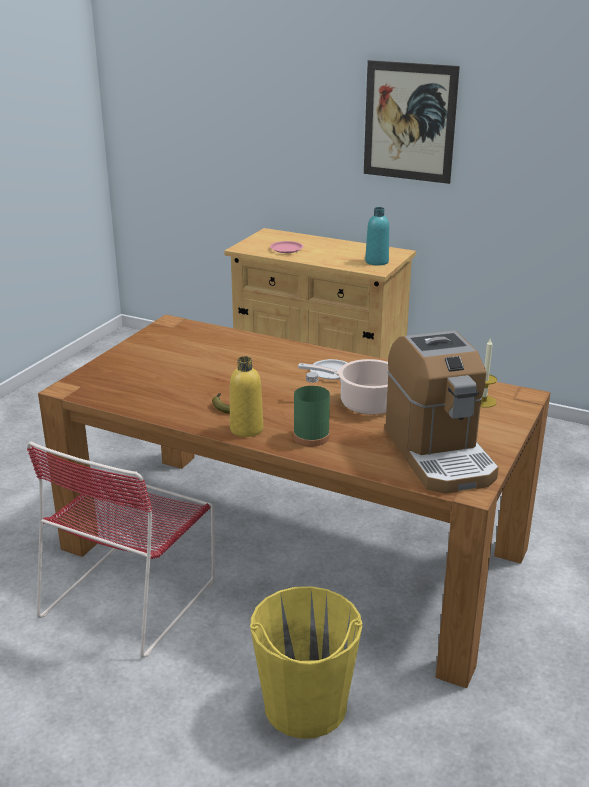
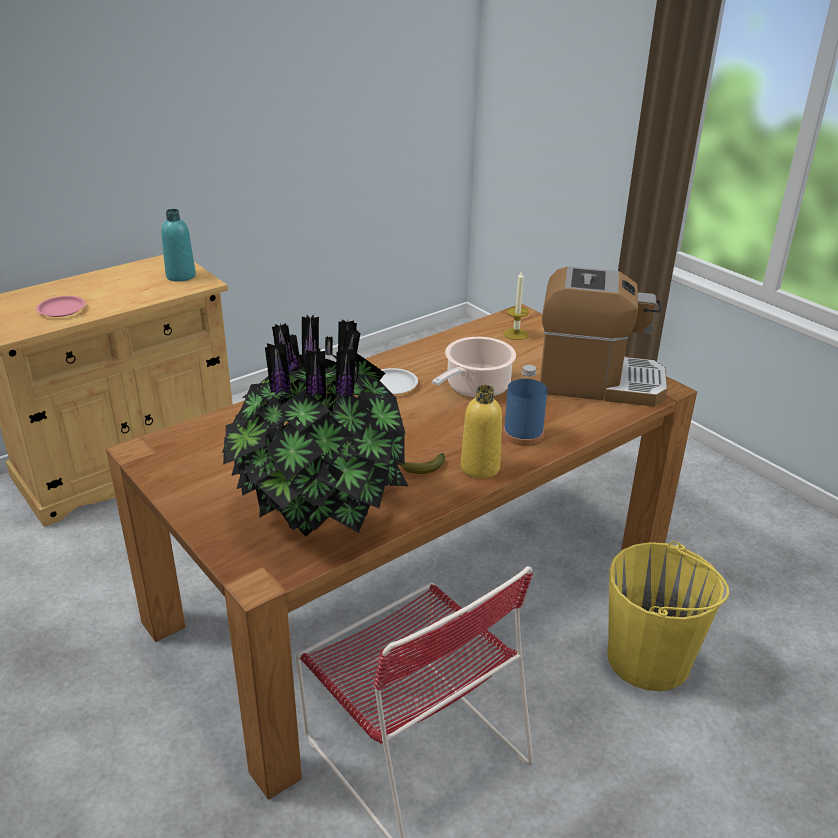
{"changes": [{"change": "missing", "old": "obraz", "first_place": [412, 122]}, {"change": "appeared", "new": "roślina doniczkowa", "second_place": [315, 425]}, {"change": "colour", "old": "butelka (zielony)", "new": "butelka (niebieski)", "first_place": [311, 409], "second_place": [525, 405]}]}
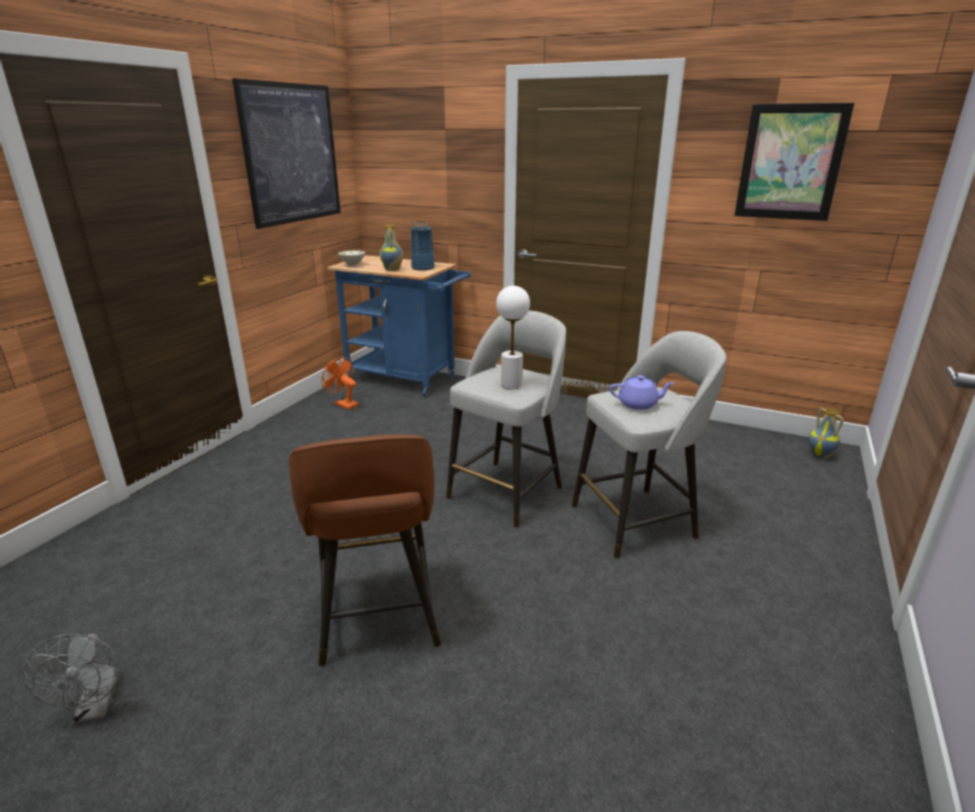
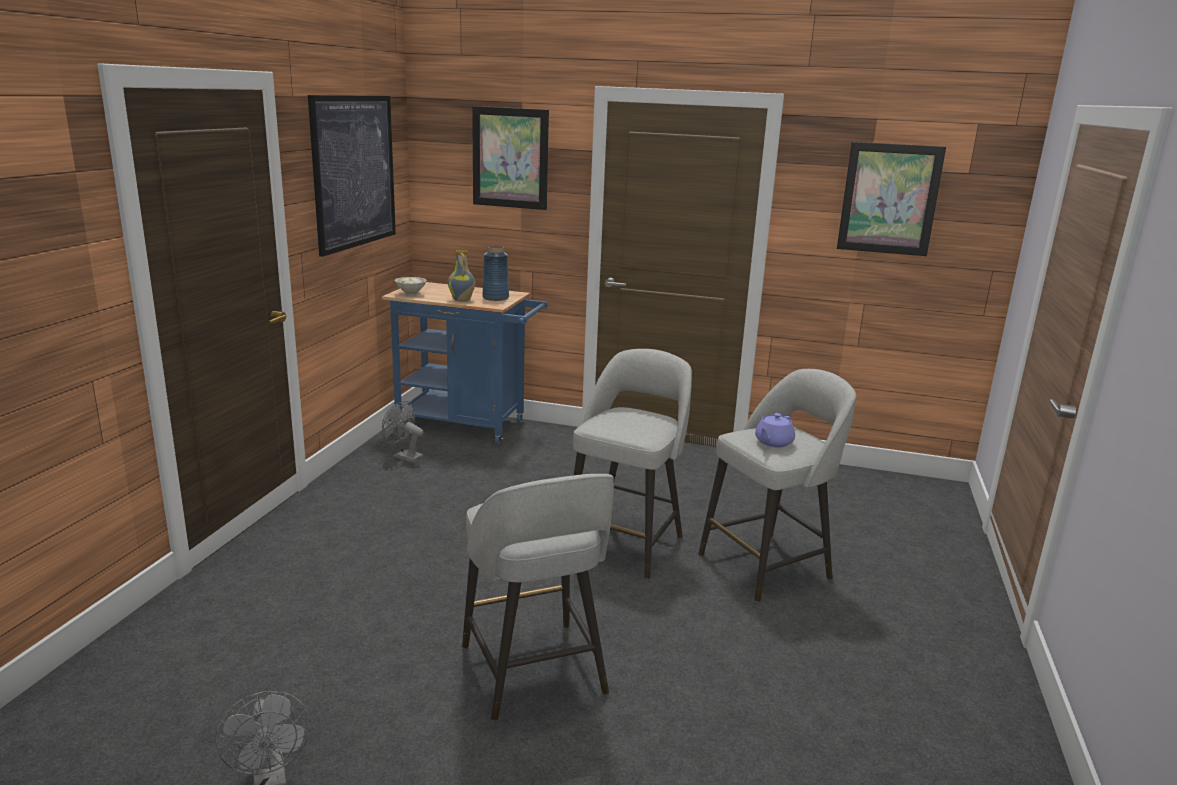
{"changes": [{"change": "missing", "old": "lampa stołowa (biały)", "first_place": [513, 337]}, {"change": "missing", "old": "wazon", "first_place": [826, 433]}, {"change": "appeared", "new": "obraz", "second_place": [510, 158]}, {"change": "colour", "old": "stołek (brązowy)", "new": "stołek (szary)", "first_place": [365, 550], "second_place": [538, 597]}, {"change": "colour", "old": "wentylator (pomarańczowy)", "new": "wentylator (szary)", "first_place": [340, 383], "second_place": [403, 432]}, {"change": "spun", "old": "imbryk (fioletowy)", "first_place": [642, 392], "second_place": [775, 430], "degrees": 135}]}
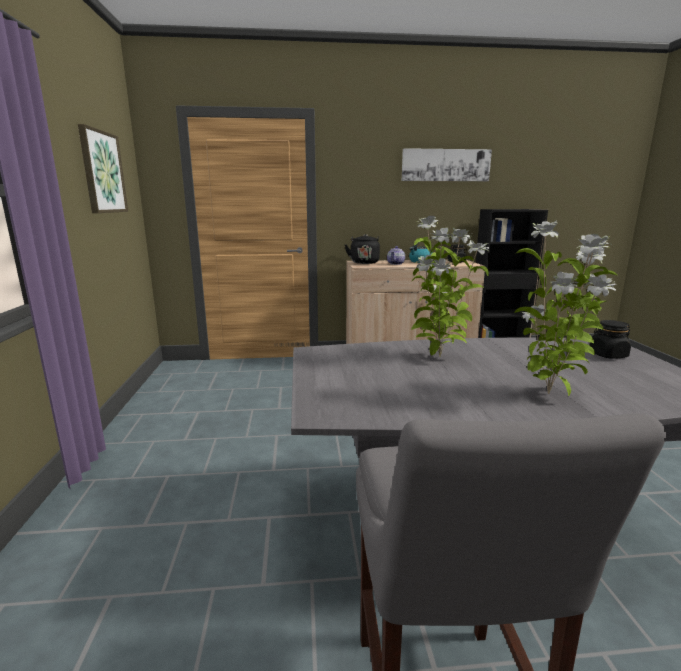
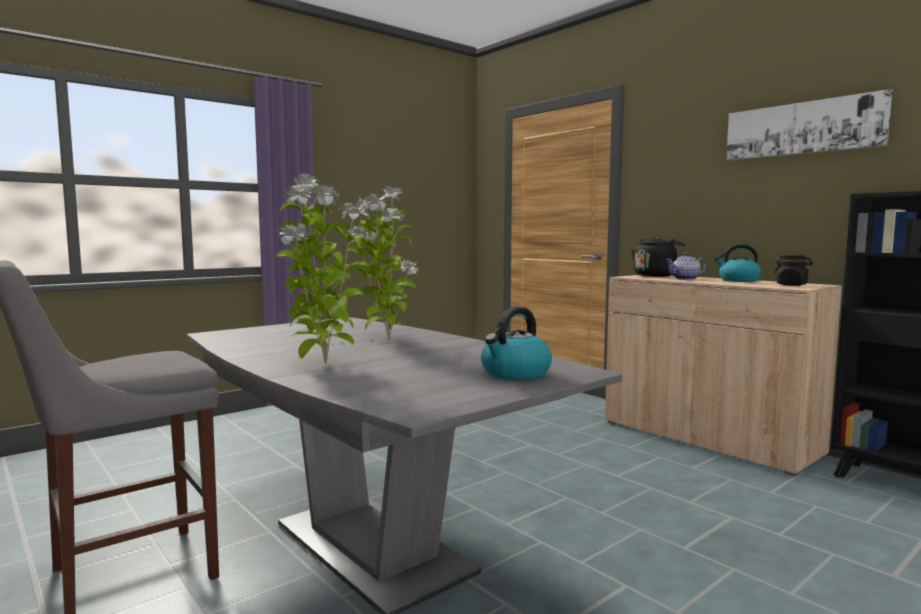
{"changes": [{"change": "missing", "old": "obraz", "first_place": [103, 168]}, {"change": "exchanged", "old": "słoik (czarny)", "new": "czajnik", "first_place": [610, 339], "second_place": [516, 343]}]}
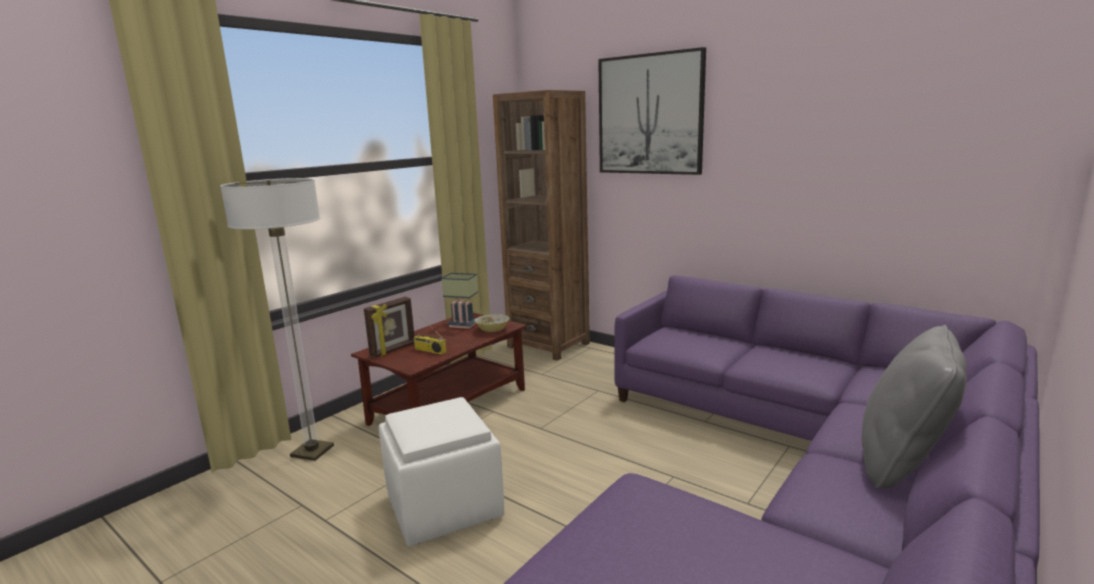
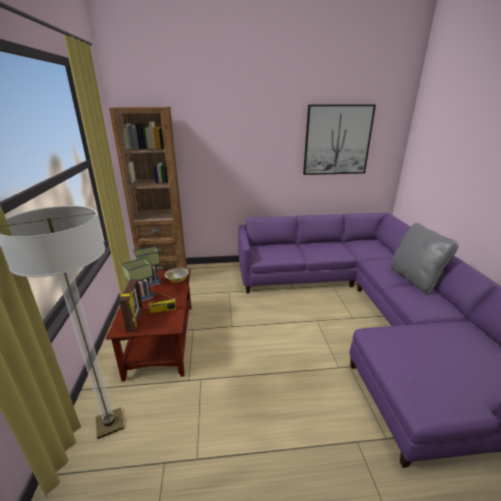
{"changes": [{"change": "missing", "old": "pufa (biały)", "first_place": [441, 471]}, {"change": "appeared", "new": "lampa stołowa", "second_place": [138, 280]}, {"change": "relocated", "old": "obraz", "first_place": [652, 111], "second_place": [339, 139]}]}
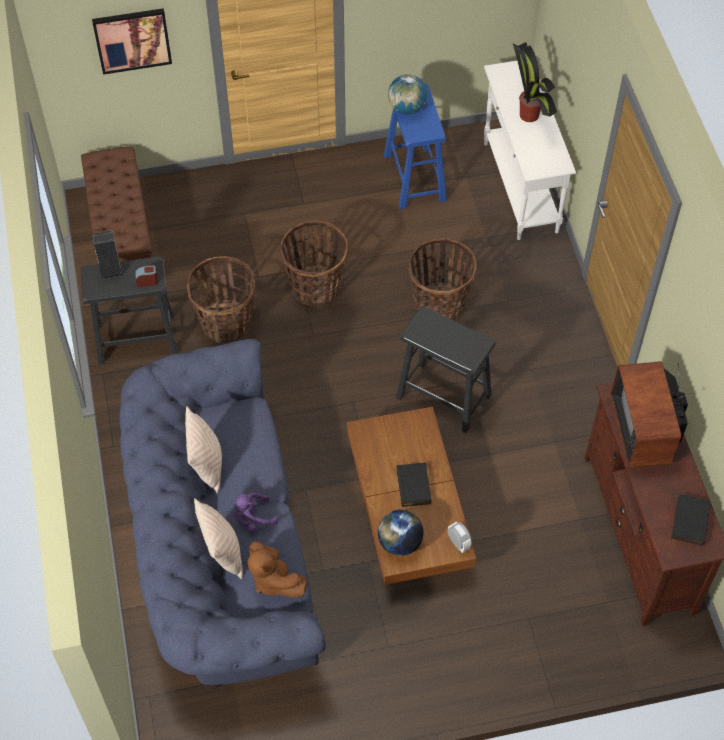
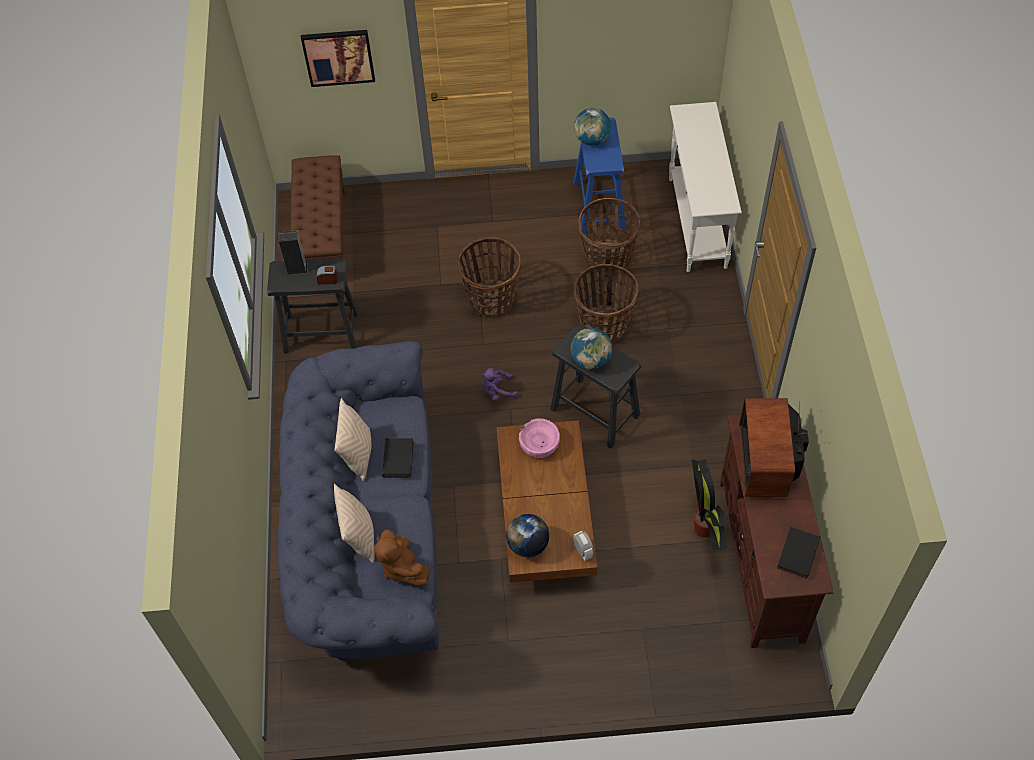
{"changes": [{"change": "appeared", "new": "miska (różowy)", "second_place": [539, 438]}, {"change": "appeared", "new": "globus", "second_place": [591, 349]}, {"change": "relocated", "old": "koszyk", "first_place": [221, 299], "second_place": [609, 237]}, {"change": "relocated", "old": "pluszak (fioletowy)", "first_place": [255, 513], "second_place": [499, 385]}, {"change": "relocated", "old": "książka (czarny)", "first_place": [414, 484], "second_place": [398, 458]}, {"change": "relocated", "old": "roślina doniczkowa", "first_place": [535, 82], "second_place": [710, 505]}]}
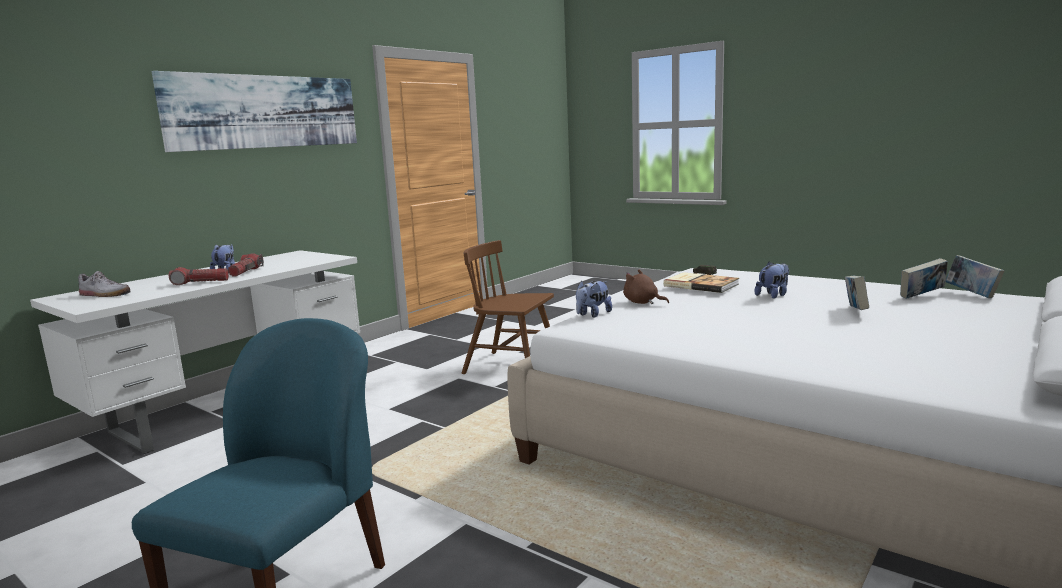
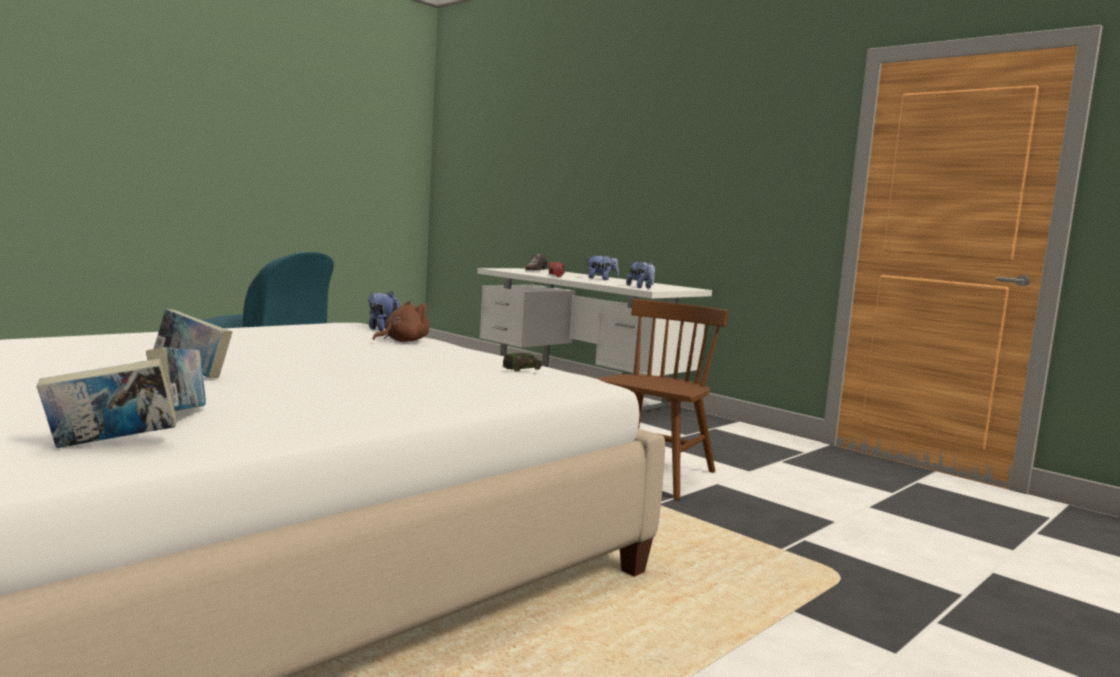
{"changes": [{"change": "missing", "old": "obraz", "first_place": [254, 111]}, {"change": "missing", "old": "latarka", "first_place": [246, 265]}, {"change": "missing", "old": "książka", "first_place": [701, 282]}, {"change": "relocated", "old": "pluszak", "first_place": [772, 280], "second_place": [640, 274]}]}
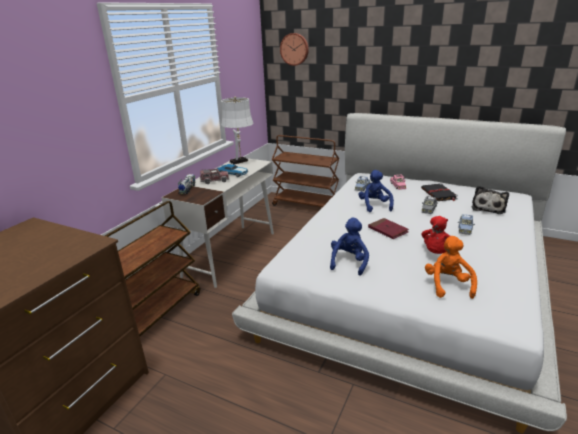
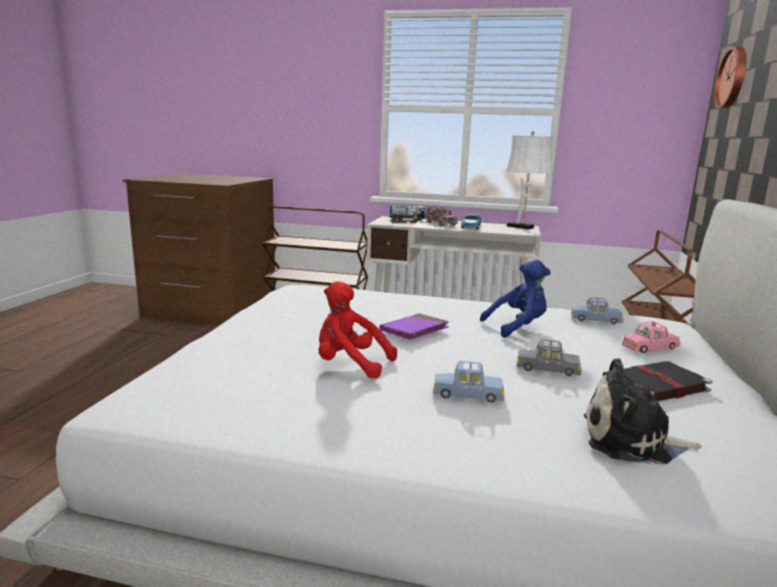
{"changes": [{"change": "missing", "old": "pluszak (niebieski)", "first_place": [349, 246]}, {"change": "missing", "old": "pluszak (pomarańczowy)", "first_place": [451, 267]}, {"change": "colour", "old": "książka (czerwony)", "new": "książka (fioletowy)", "first_place": [388, 228], "second_place": [414, 326]}]}
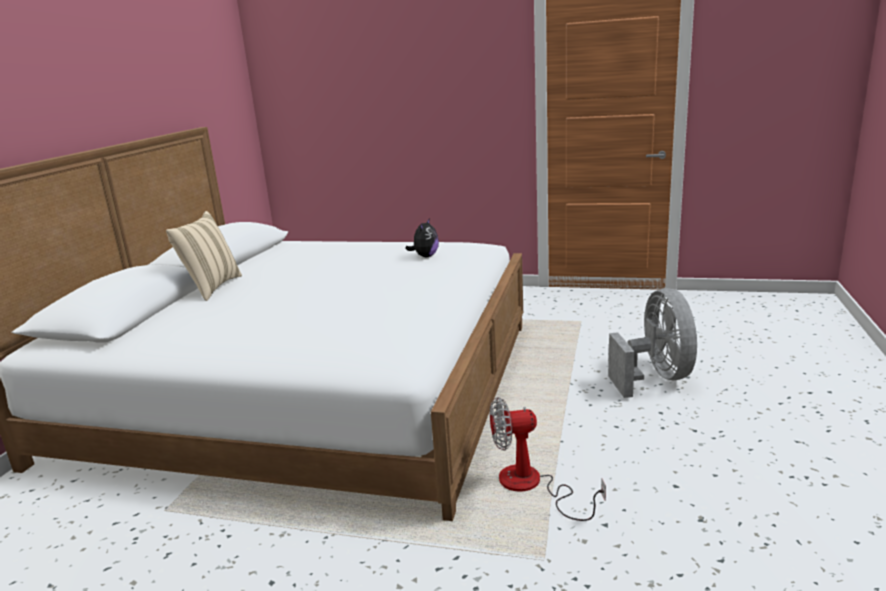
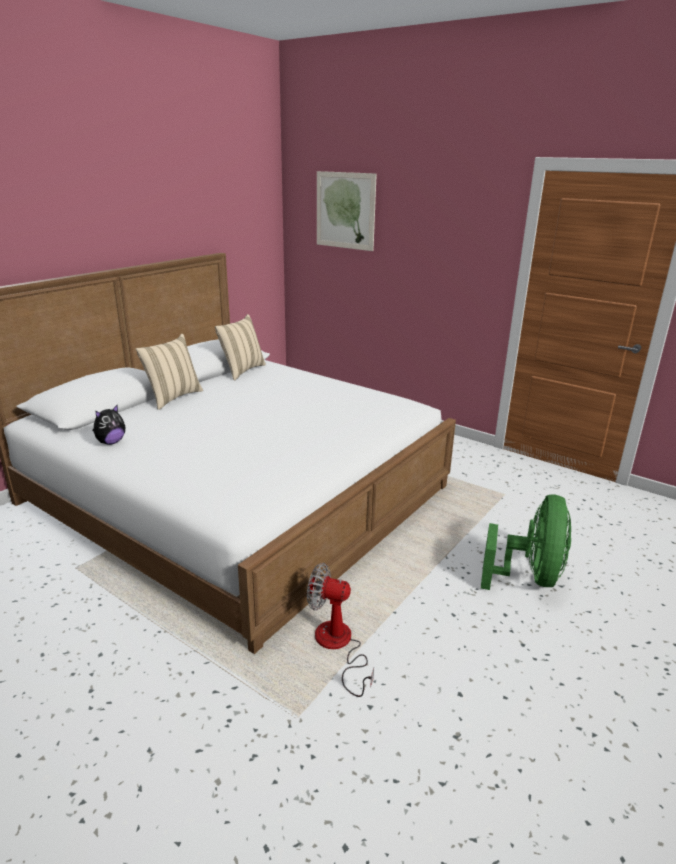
{"changes": [{"change": "appeared", "new": "poduszka (beżowy)", "second_place": [240, 347]}, {"change": "appeared", "new": "obraz", "second_place": [347, 211]}, {"change": "relocated", "old": "pluszak", "first_place": [422, 237], "second_place": [109, 425]}, {"change": "colour", "old": "wentylator (szary)", "new": "wentylator (zielony)", "first_place": [652, 343], "second_place": [526, 542]}]}
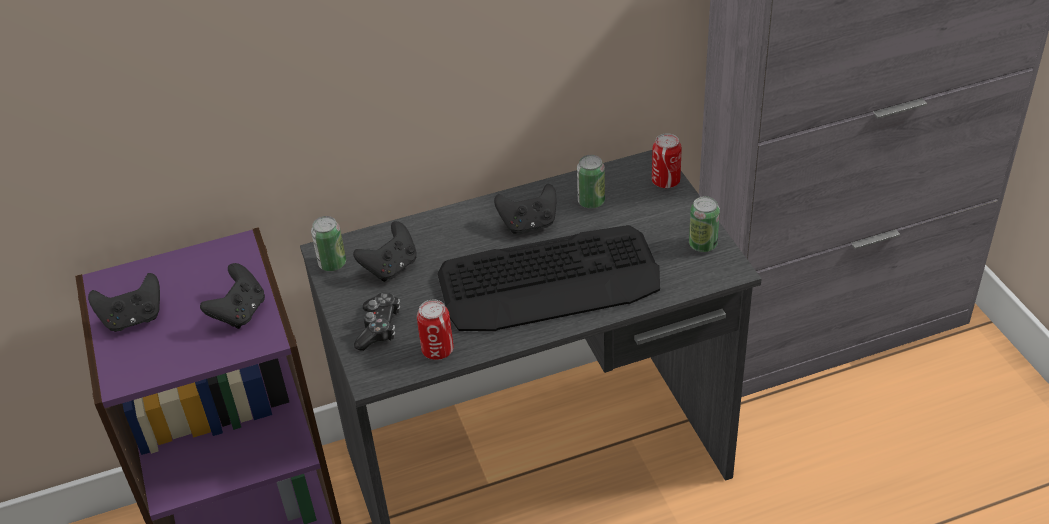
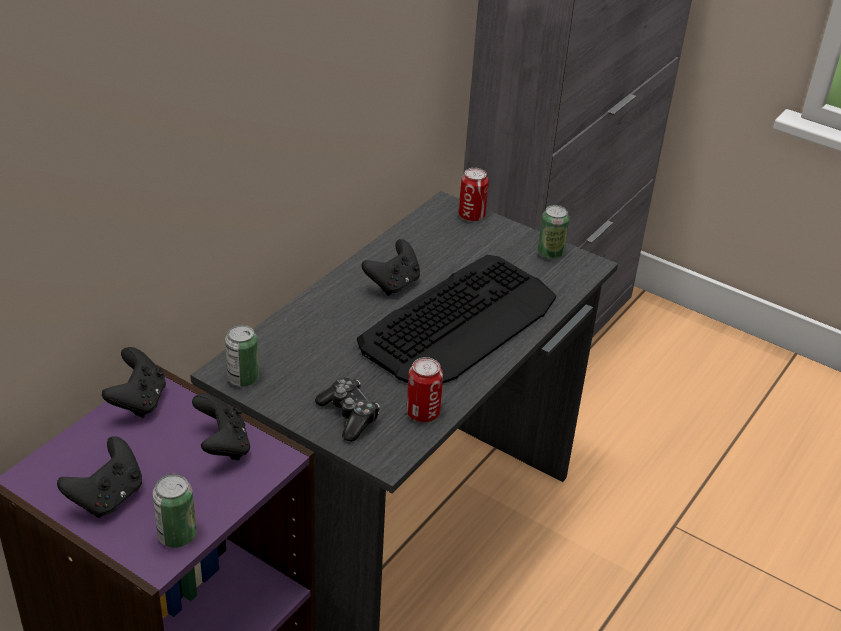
{"changes": [{"change": "relocated", "old": "pad do gier (czarny)", "first_place": [385, 251], "second_place": [134, 382]}, {"change": "relocated", "old": "puszka", "first_place": [591, 182], "second_place": [174, 511]}]}
